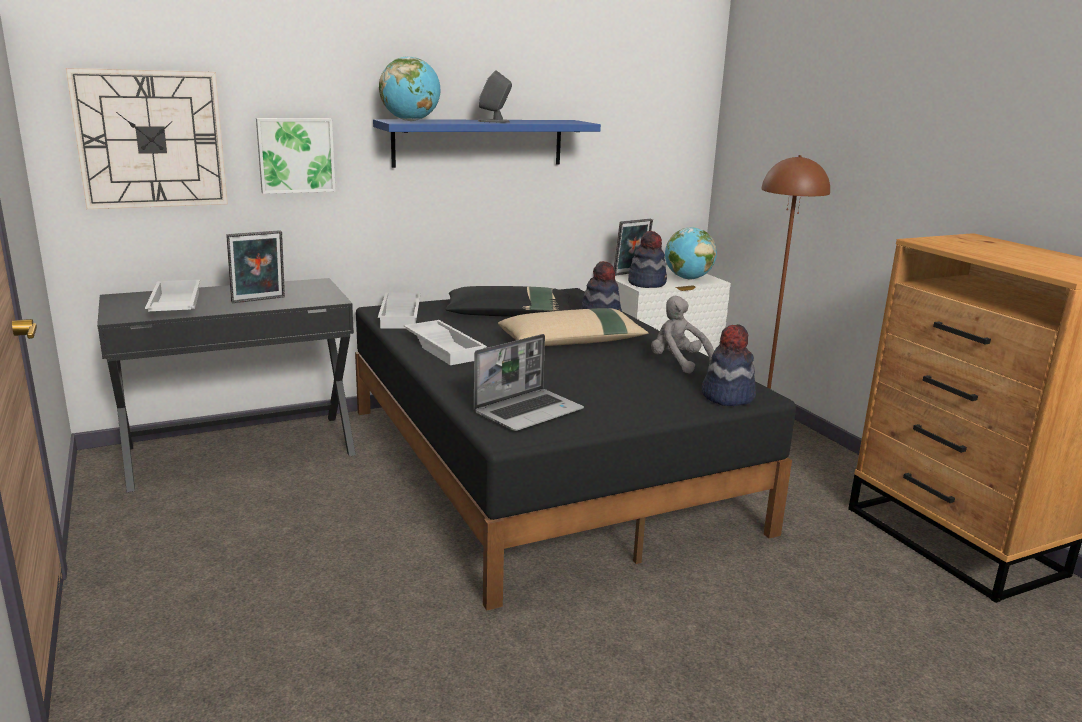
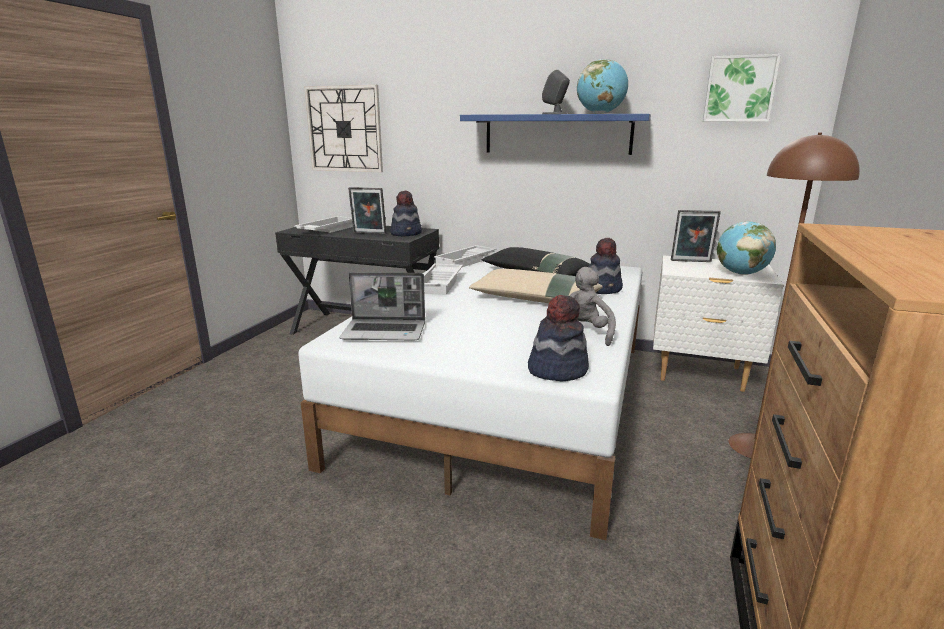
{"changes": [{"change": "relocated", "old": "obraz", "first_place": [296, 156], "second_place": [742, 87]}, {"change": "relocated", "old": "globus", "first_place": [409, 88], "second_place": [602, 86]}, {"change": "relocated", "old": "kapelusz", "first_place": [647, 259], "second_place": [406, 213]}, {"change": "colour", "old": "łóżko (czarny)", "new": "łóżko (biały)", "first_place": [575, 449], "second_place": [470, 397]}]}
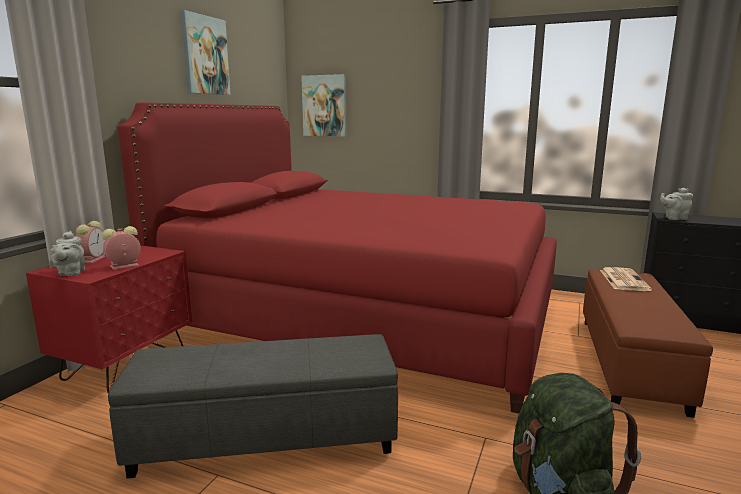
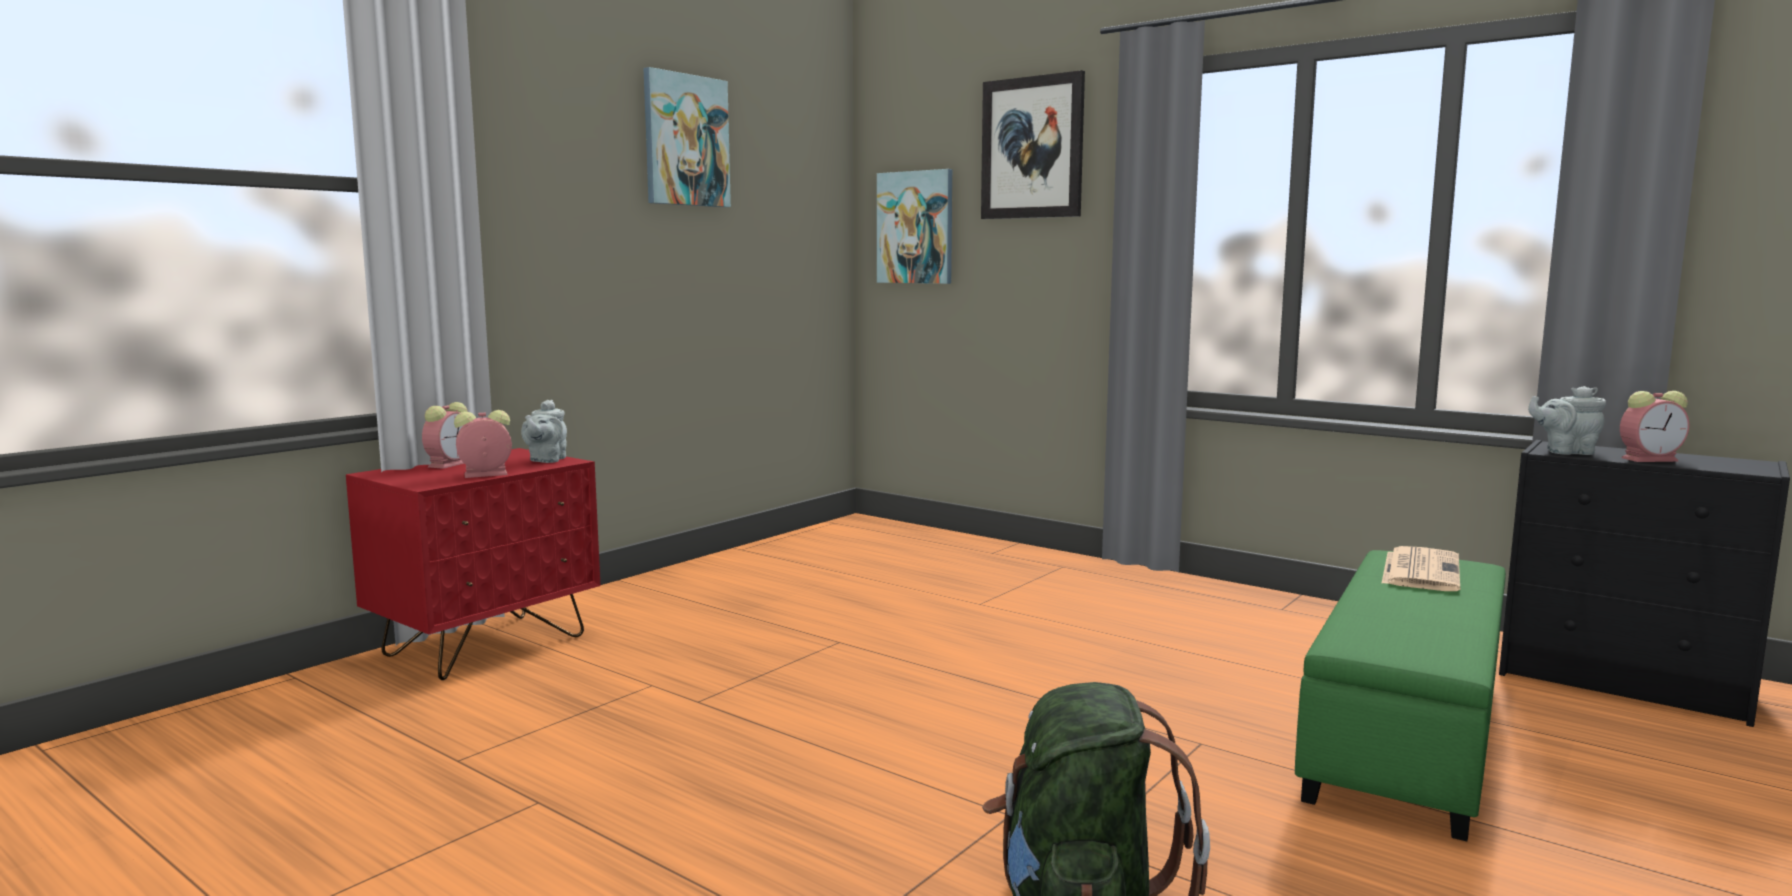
{"changes": [{"change": "missing", "old": "pufa (szary)", "first_place": [253, 406]}, {"change": "missing", "old": "łóżko (czerwony)", "first_place": [337, 258]}, {"change": "appeared", "new": "obraz", "second_place": [1033, 144]}, {"change": "appeared", "new": "budzik", "second_place": [1655, 426]}, {"change": "relocated", "old": "imbryk (szary)", "first_place": [67, 253], "second_place": [544, 431]}, {"change": "colour", "old": "pufa (brązowy)", "new": "pufa (zielony)", "first_place": [648, 343], "second_place": [1400, 695]}]}
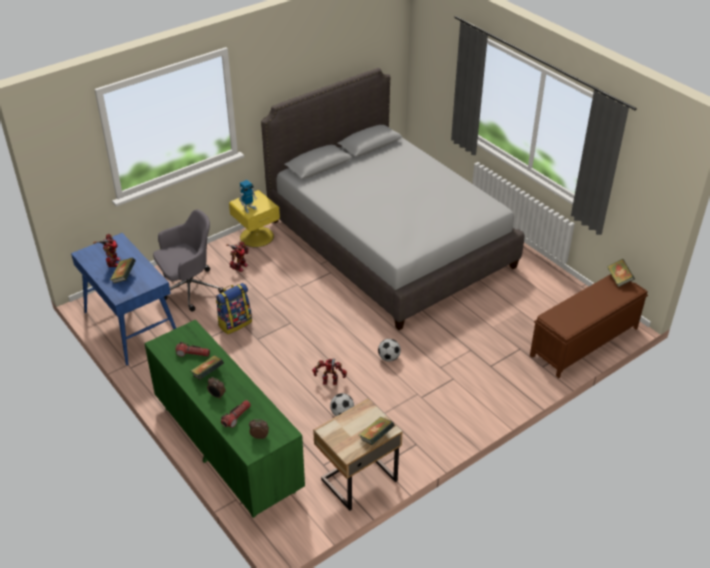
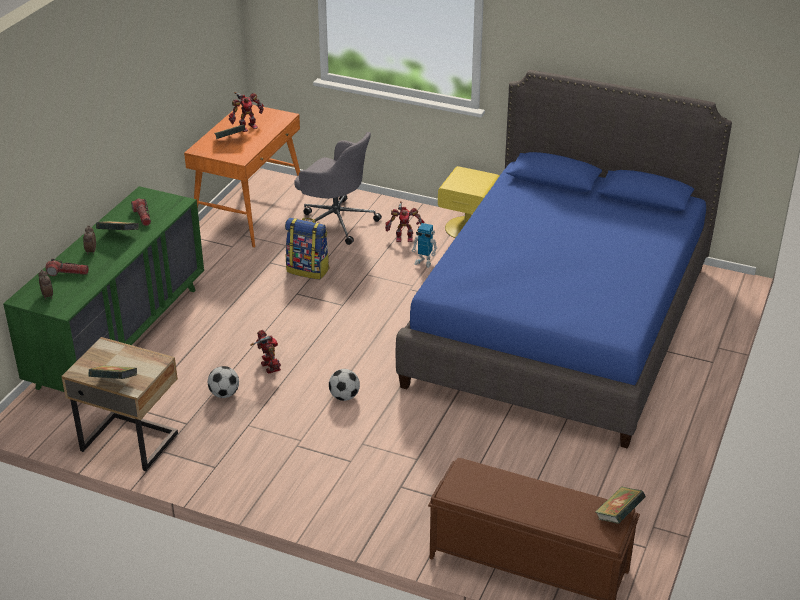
{"changes": [{"change": "relocated", "old": "robot zabawkowy", "first_place": [248, 196], "second_place": [424, 245]}, {"change": "colour", "old": "biurko (niebieski)", "new": "biurko (pomarańczowy)", "first_place": [123, 299], "second_place": [242, 176]}, {"change": "colour", "old": "łóżko (szary)", "new": "łóżko (niebieski)", "first_place": [392, 199], "second_place": [564, 259]}]}
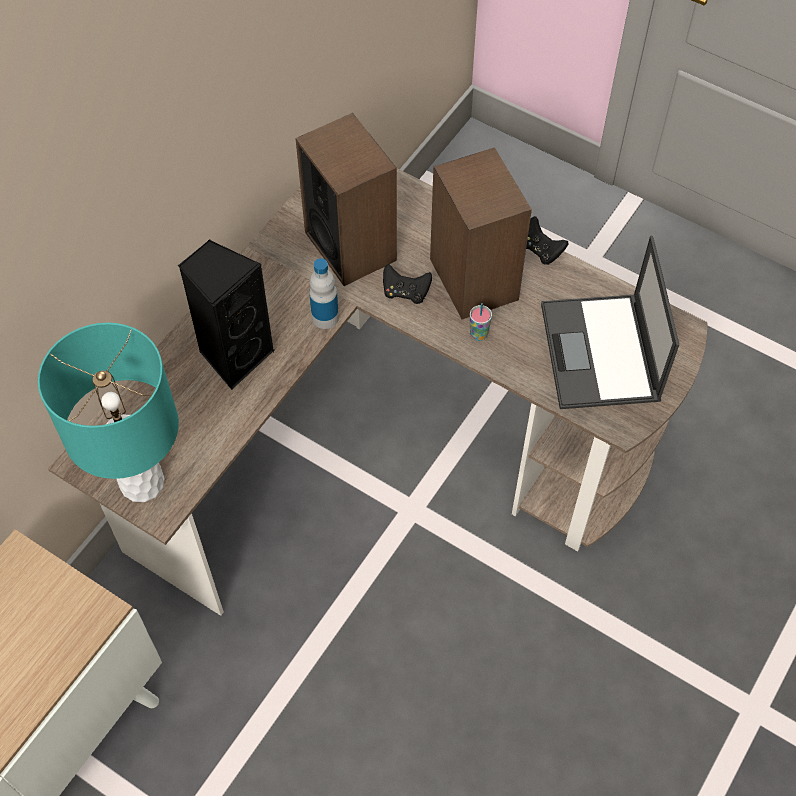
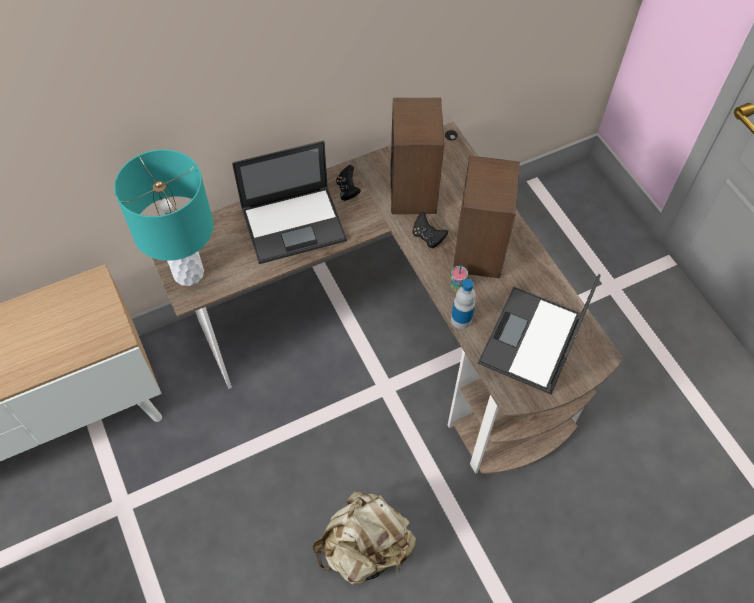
{"changes": [{"change": "appeared", "new": "plecak (beżowy)", "second_place": [364, 538]}, {"change": "relocated", "old": "butelka", "first_place": [324, 293], "second_place": [463, 304]}, {"change": "relocated", "old": "pad do gier (czarny)", "first_place": [547, 240], "second_place": [348, 183]}, {"change": "exchanged", "old": "głośnik (czarny)", "new": "laptop", "first_place": [226, 314], "second_place": [289, 202]}]}
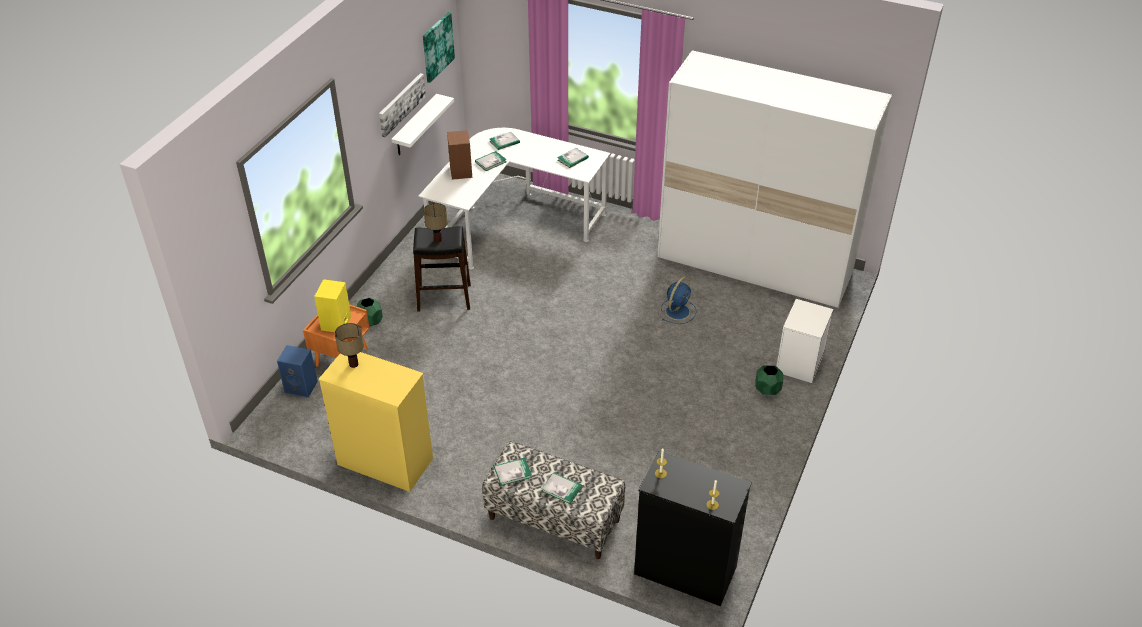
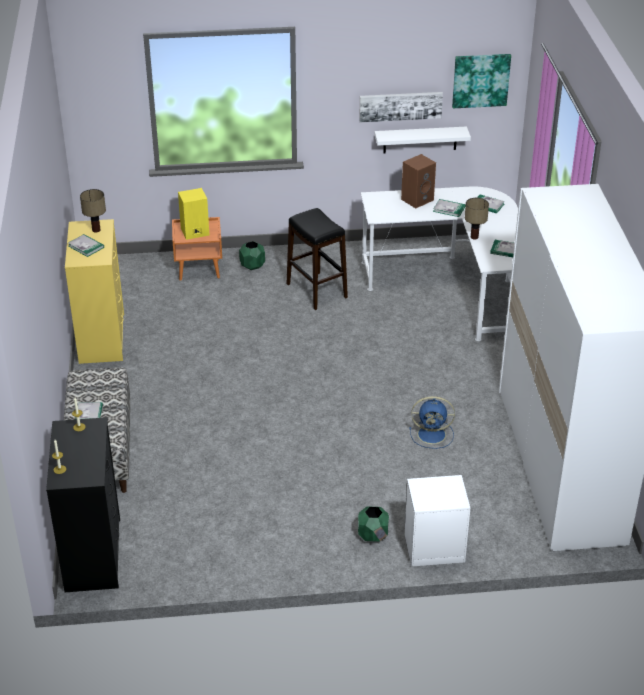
{"changes": [{"change": "missing", "old": "głośnik (niebieski)", "first_place": [297, 371]}, {"change": "relocated", "old": "lampa stołowa", "first_place": [436, 223], "second_place": [477, 219]}, {"change": "relocated", "old": "książka", "first_place": [513, 472], "second_place": [86, 245]}]}
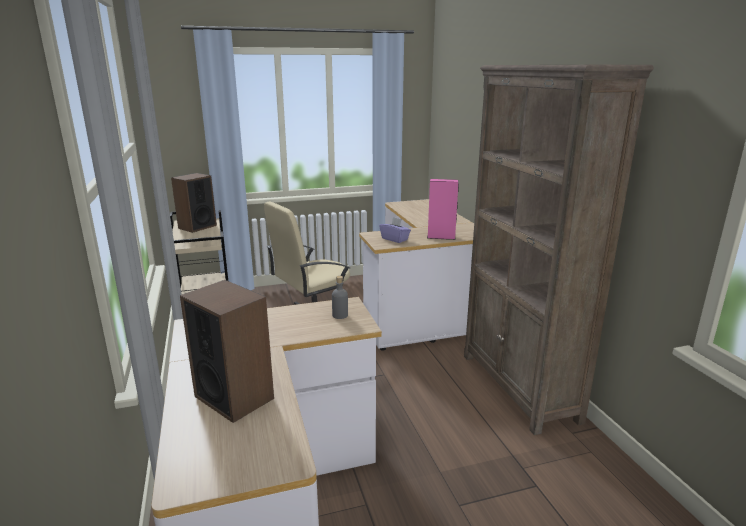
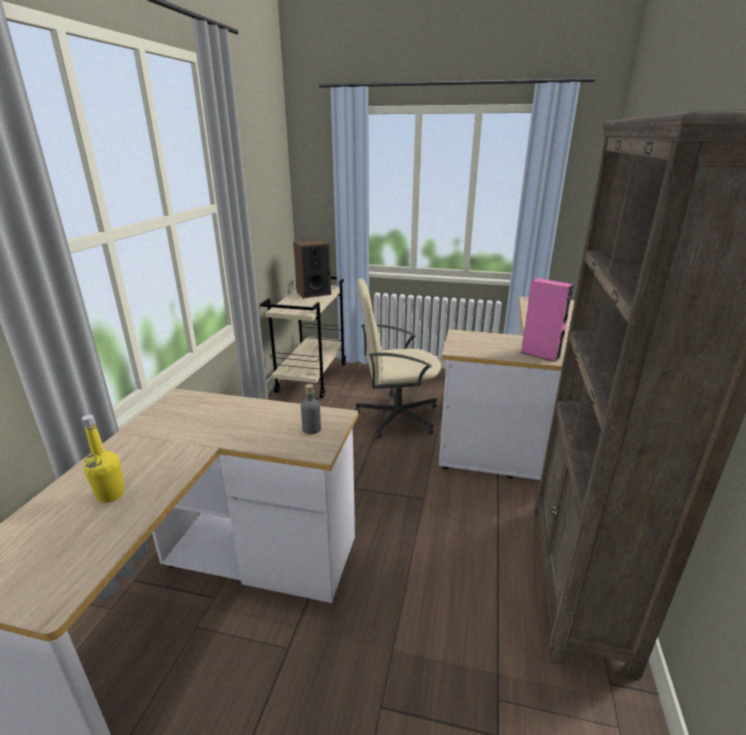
{"changes": [{"change": "missing", "old": "pudełko chusteczek (fioletowy)", "first_place": [395, 230]}, {"change": "exchanged", "old": "głośnik", "new": "butelka (żółty)", "first_place": [227, 351], "second_place": [103, 459]}]}
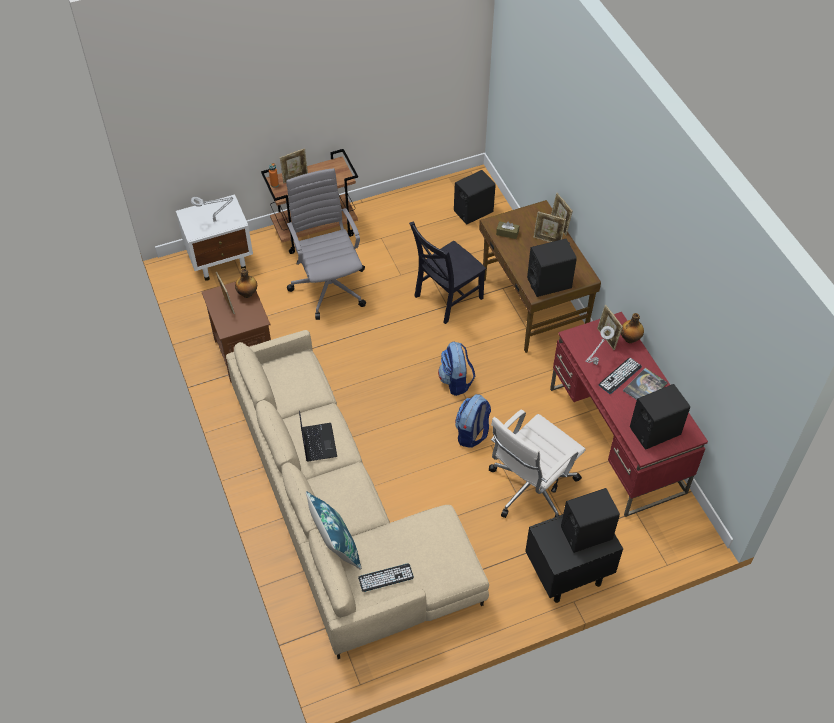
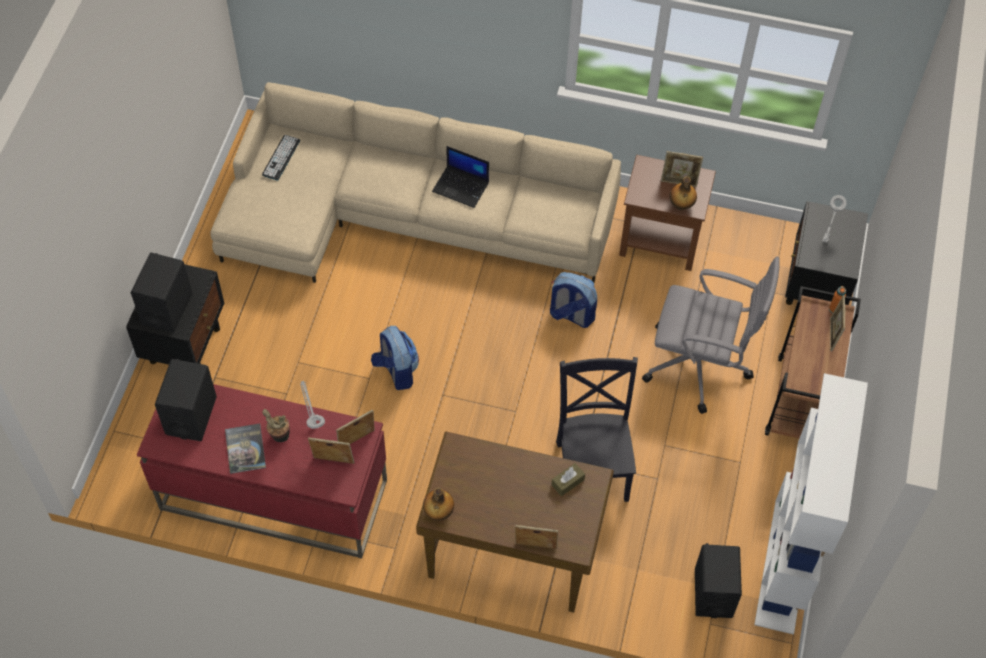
{"changes": [{"change": "missing", "old": "poduszka (niebieski)", "first_place": [333, 530]}, {"change": "missing", "old": "krzesło biurowe (biały)", "first_place": [537, 463]}, {"change": "missing", "old": "głośnik (czarny)", "first_place": [552, 268]}, {"change": "appeared", "new": "regał (biały)", "second_place": [811, 504]}, {"change": "relocated", "old": "plecak", "first_place": [456, 368], "second_place": [573, 300]}, {"change": "relocated", "old": "ramka na zdjęcie", "first_place": [549, 226], "second_place": [355, 427]}, {"change": "relocated", "old": "butelka", "first_place": [632, 328], "second_place": [438, 504]}, {"change": "exchanged", "old": "klawiatura", "new": "roślina doniczkowa", "first_place": [620, 376], "second_place": [276, 425]}, {"change": "colour", "old": "szafka nocna (biały)", "new": "szafka nocna (czarny)", "first_place": [214, 237], "second_place": [826, 253]}]}
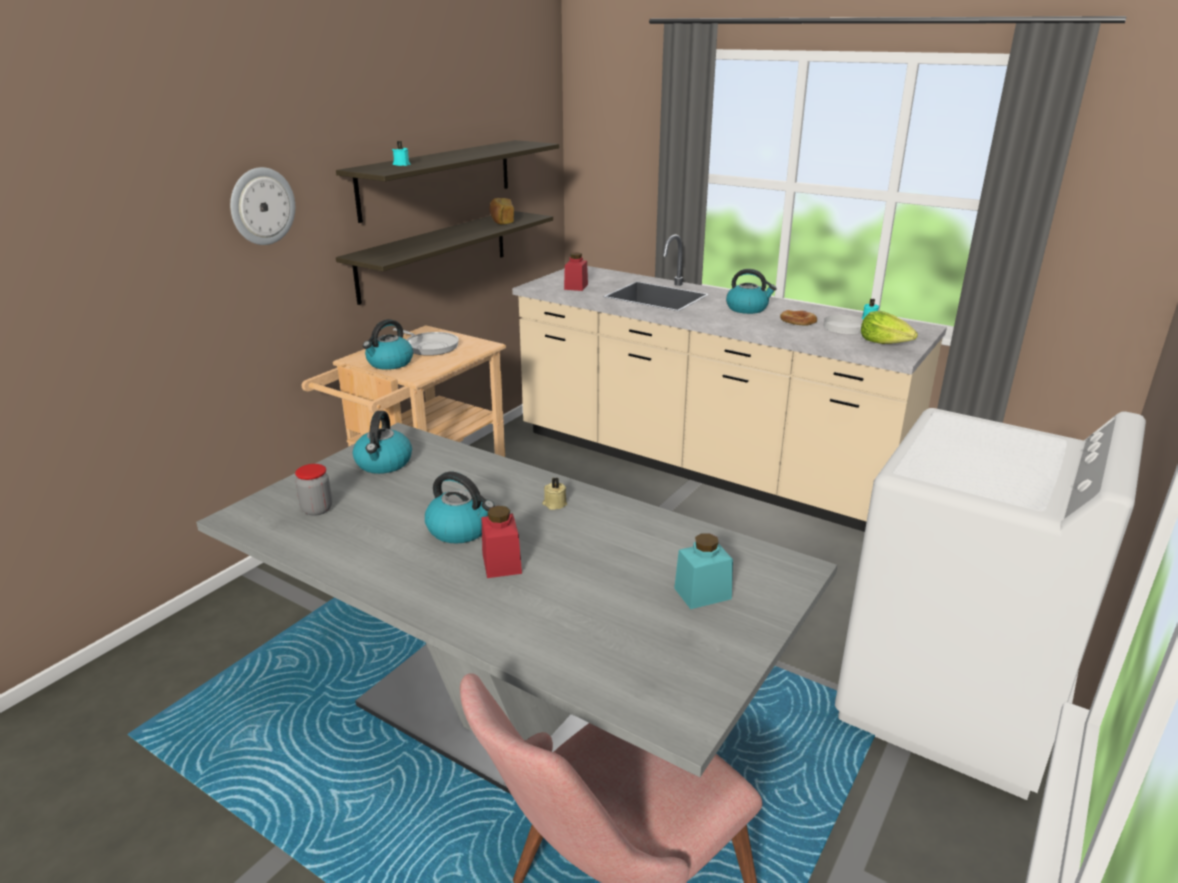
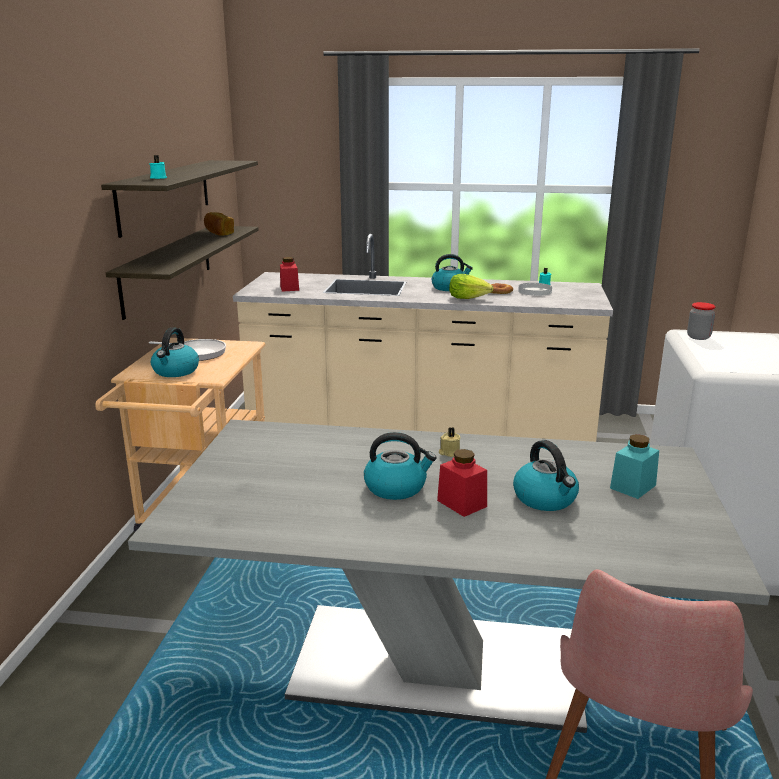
{"changes": [{"change": "missing", "old": "zegar ścienny", "first_place": [262, 206]}, {"change": "relocated", "old": "słoik", "first_place": [313, 490], "second_place": [701, 321]}, {"change": "relocated", "old": "czajnik", "first_place": [382, 442], "second_place": [546, 475]}, {"change": "relocated", "old": "sałata", "first_place": [889, 327], "second_place": [471, 286]}]}
